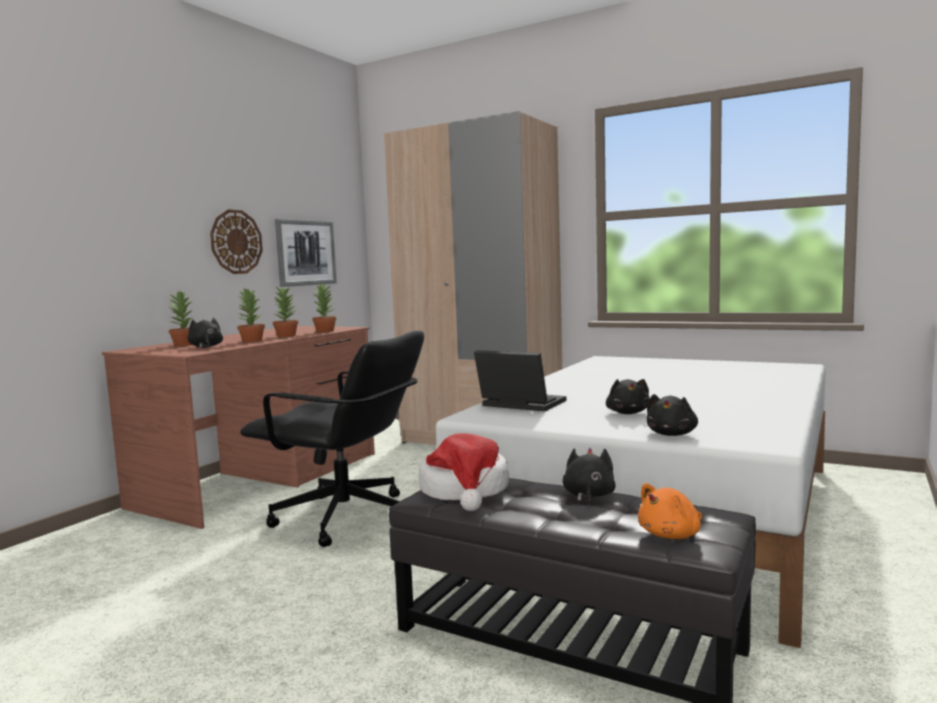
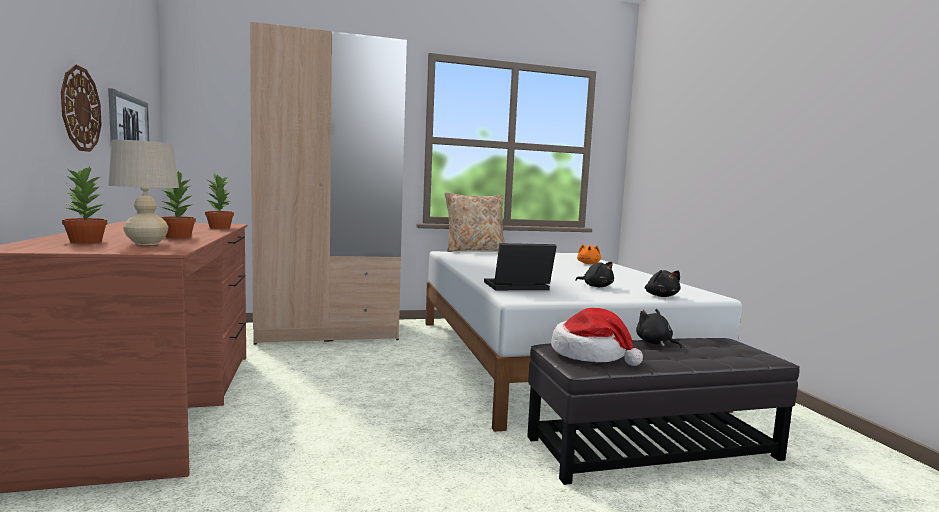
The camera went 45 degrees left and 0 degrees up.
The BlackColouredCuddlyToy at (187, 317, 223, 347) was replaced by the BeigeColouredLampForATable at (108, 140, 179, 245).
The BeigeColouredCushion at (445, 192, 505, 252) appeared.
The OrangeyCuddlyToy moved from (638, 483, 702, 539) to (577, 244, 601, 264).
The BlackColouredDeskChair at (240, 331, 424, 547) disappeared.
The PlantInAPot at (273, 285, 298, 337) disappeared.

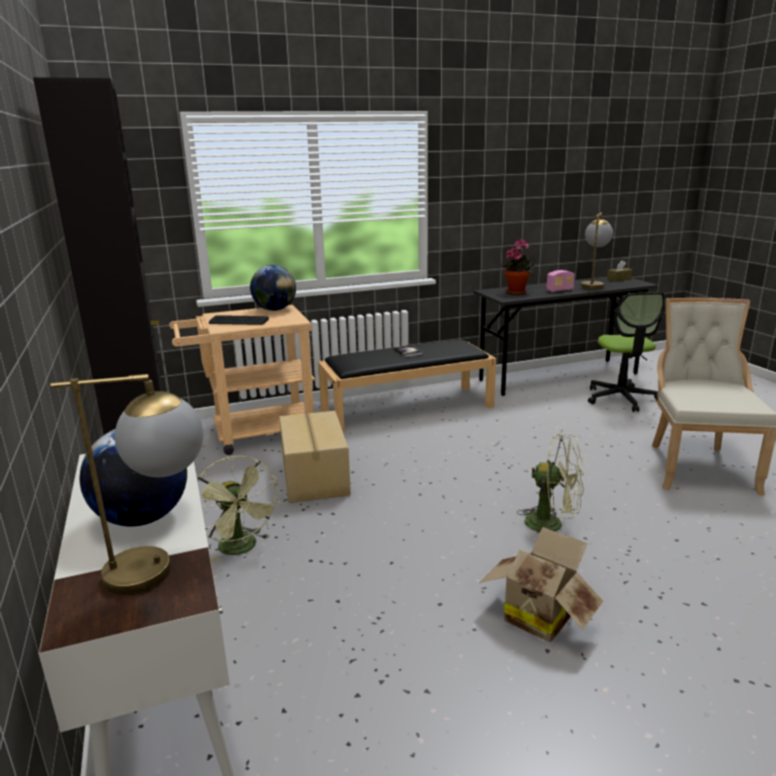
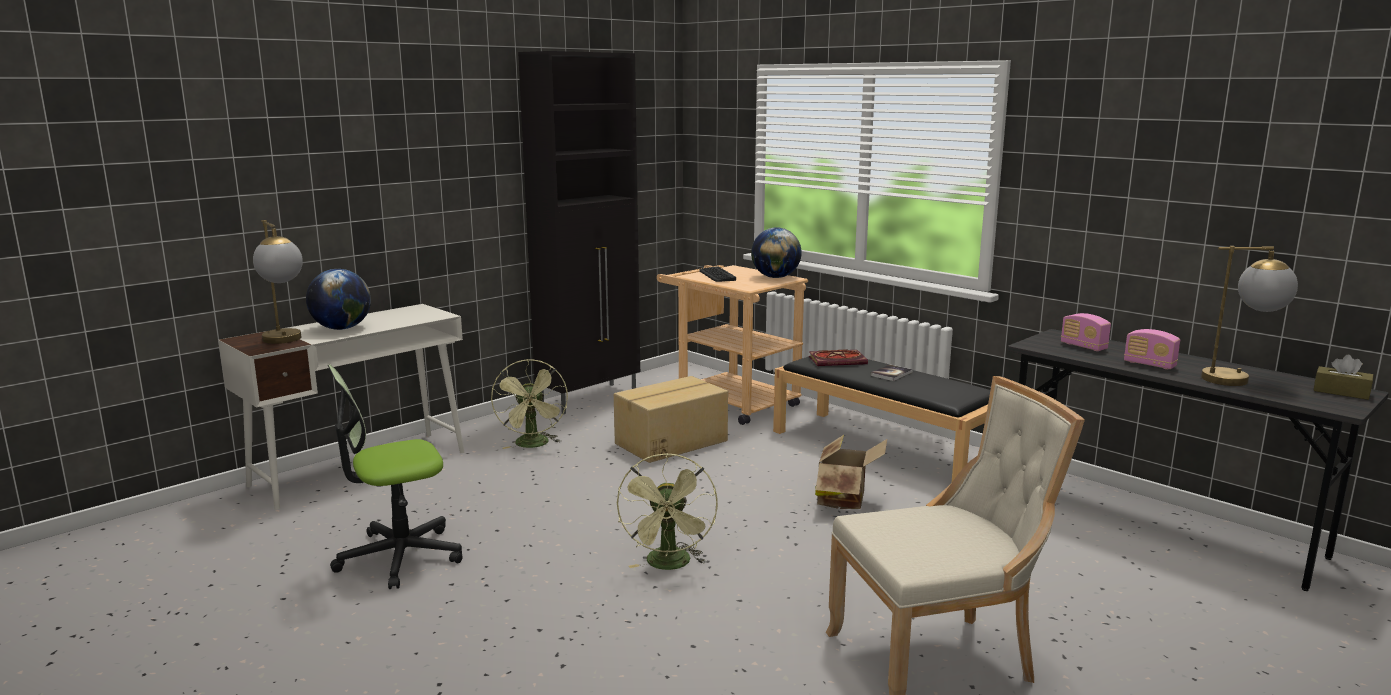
The camera went 65 degrees right and 5 degrees down.
The DeskChair moved from (588, 292, 665, 412) to (328, 365, 463, 589).
The GreenColouredElectricFan at (197, 456, 281, 563) turned 45 degrees counterclockwise.
The Volume at (809, 349, 868, 366) appeared.
The Carton moved from (479, 527, 603, 643) to (815, 435, 887, 509).
The PlantInAPot at (501, 239, 534, 295) was replaced by the Radio at (1061, 313, 1111, 351).

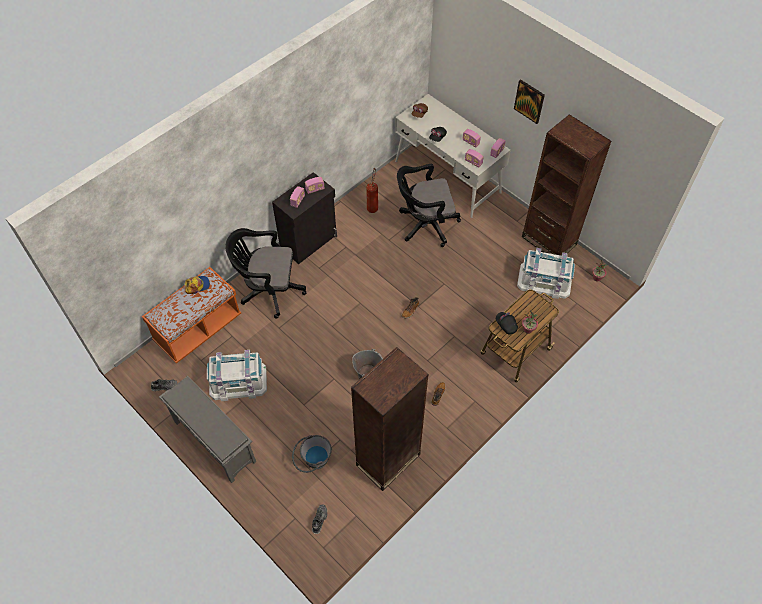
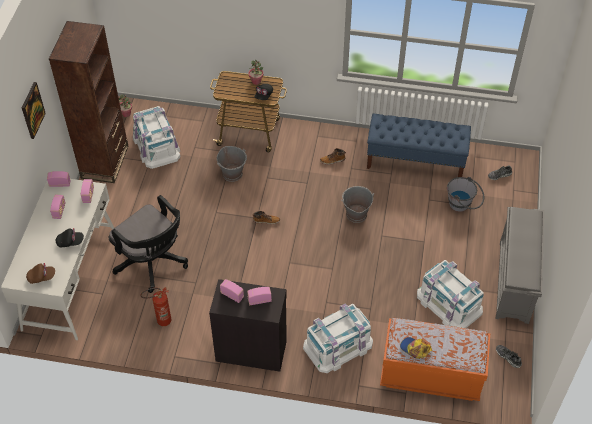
The camera went 125 degrees left and 5 degrees down.
The GreyishWaterBucket at (217, 146, 247, 182) appeared.
The BlackColouredDeskChair at (225, 228, 306, 319) was replaced by the WhitishStorageBin at (303, 303, 373, 373).
The BrownBookcase at (351, 347, 429, 491) was replaced by the BluishBench at (367, 114, 471, 177).

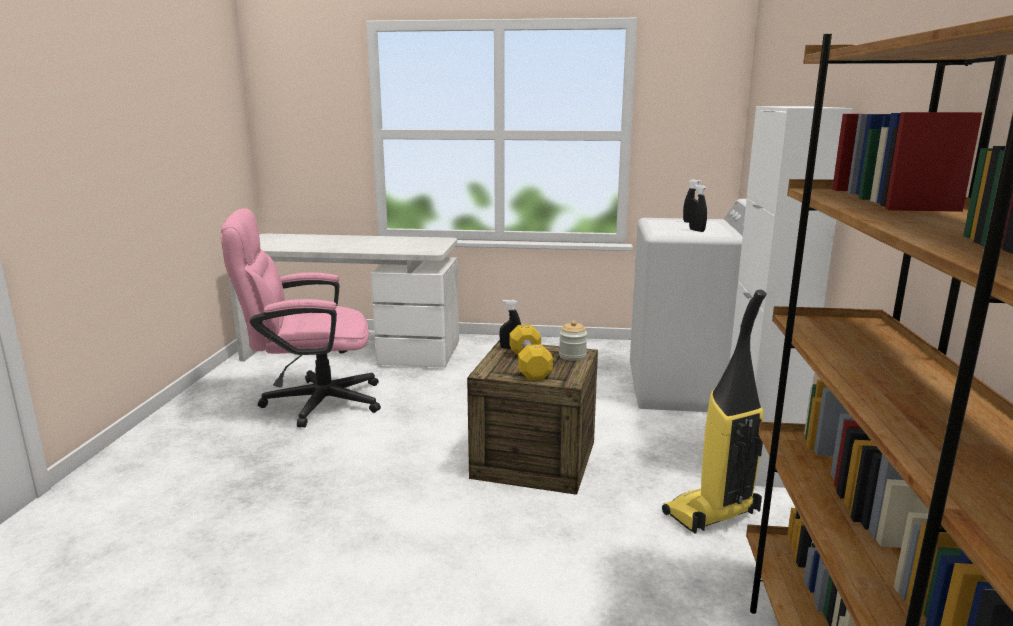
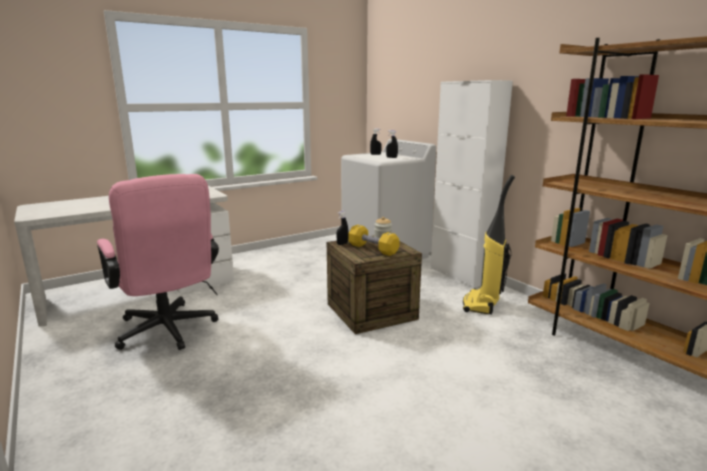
The camera went 40 degrees left and 0 degrees up.
The PinkColouredDeskChair at (221, 208, 381, 428) turned 75 degrees counterclockwise.

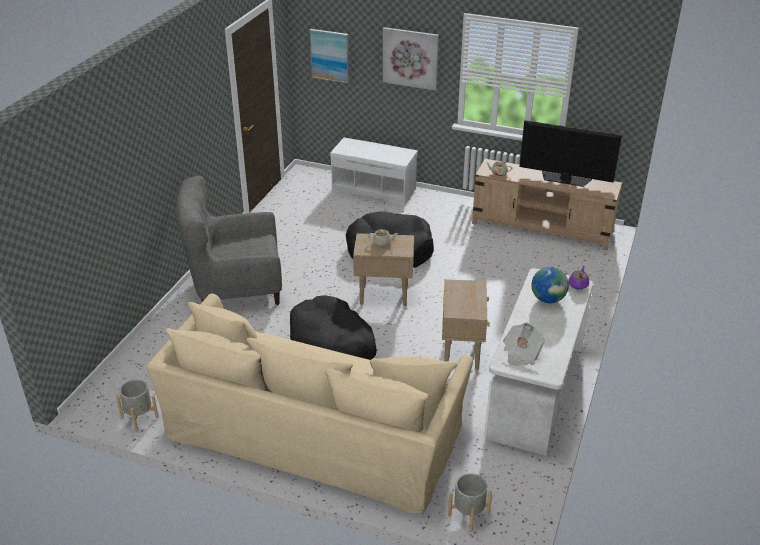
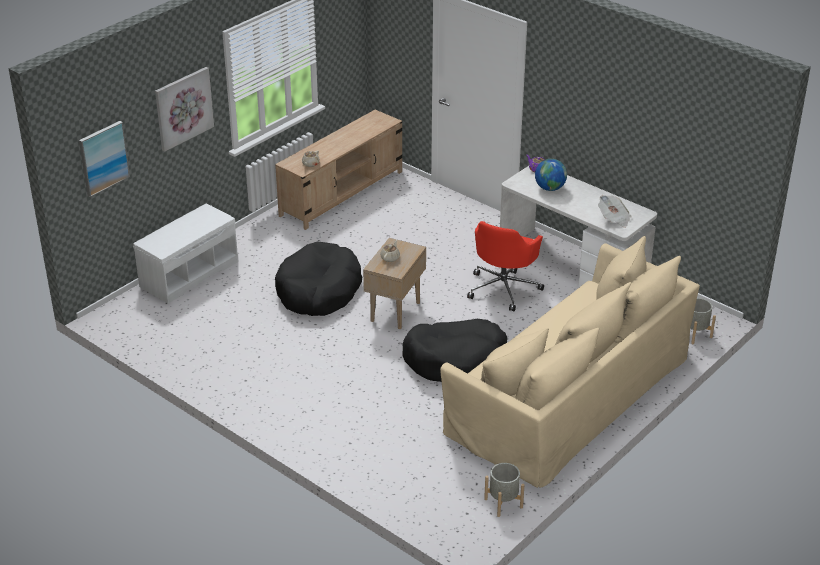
The camera went 70 degrees left and 0 degrees up.
The BeigeColouredSideTable at (442, 279, 490, 370) was replaced by the ReddishDeskChair at (467, 221, 544, 311).
The GreyishArmchair at (176, 176, 282, 305) disappeared.
The Tv at (520, 120, 622, 187) disappeared.

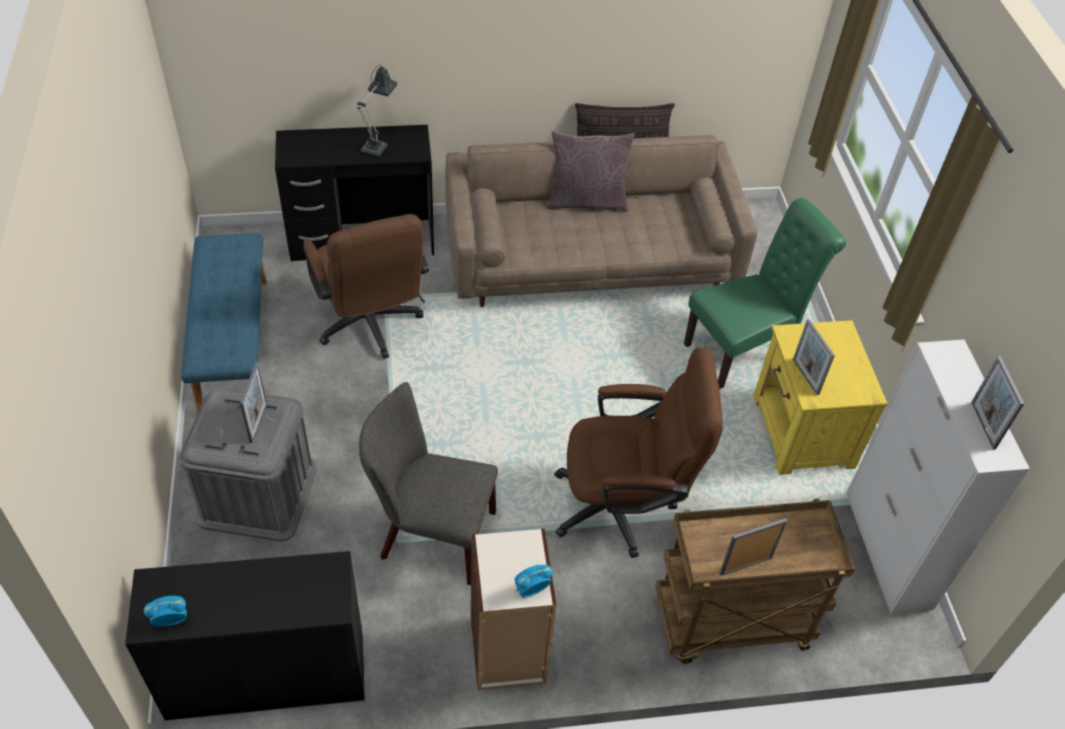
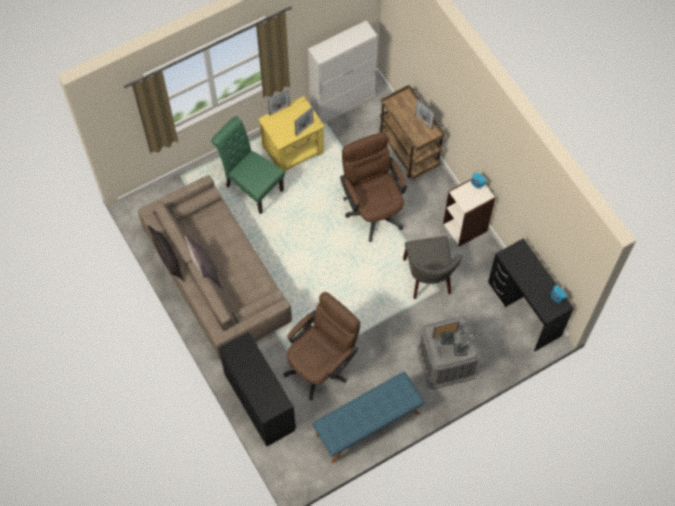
The camera went 110 degrees left and 15 degrees up.
The StandingFrame moved from (971, 356, 1024, 449) to (268, 89, 290, 115).
The LampForATable moved from (357, 65, 397, 156) to (440, 332, 479, 356).

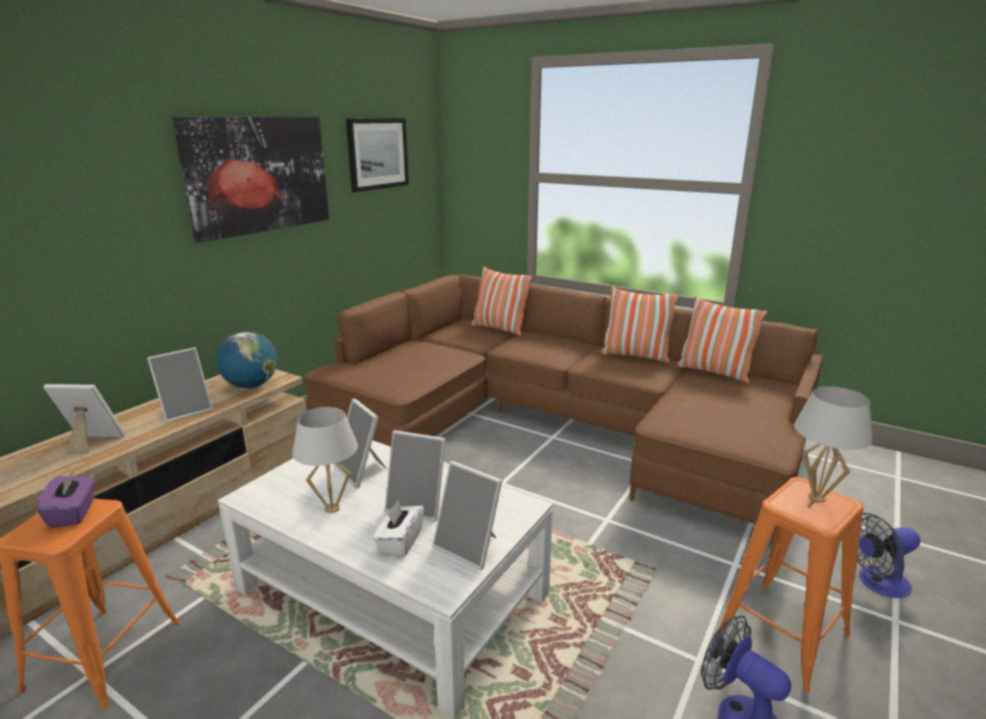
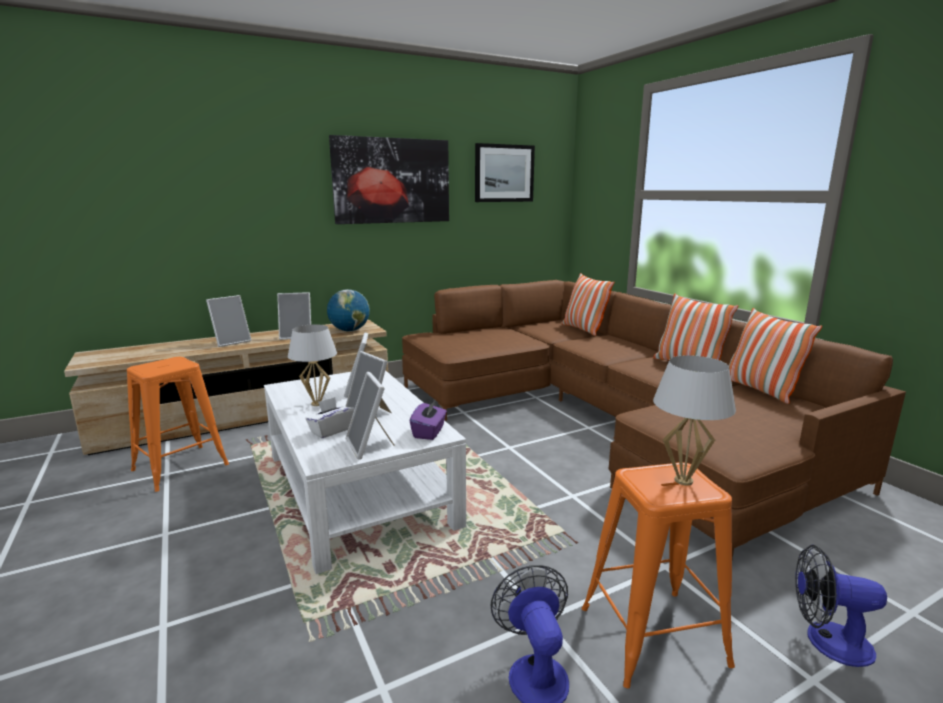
The camera went 30 degrees right and 5 degrees down.
The StandingFrame at (43, 384, 126, 455) turned 105 degrees clockwise.
The PurpleBoxOfTissues moved from (36, 470, 95, 528) to (410, 400, 447, 440).

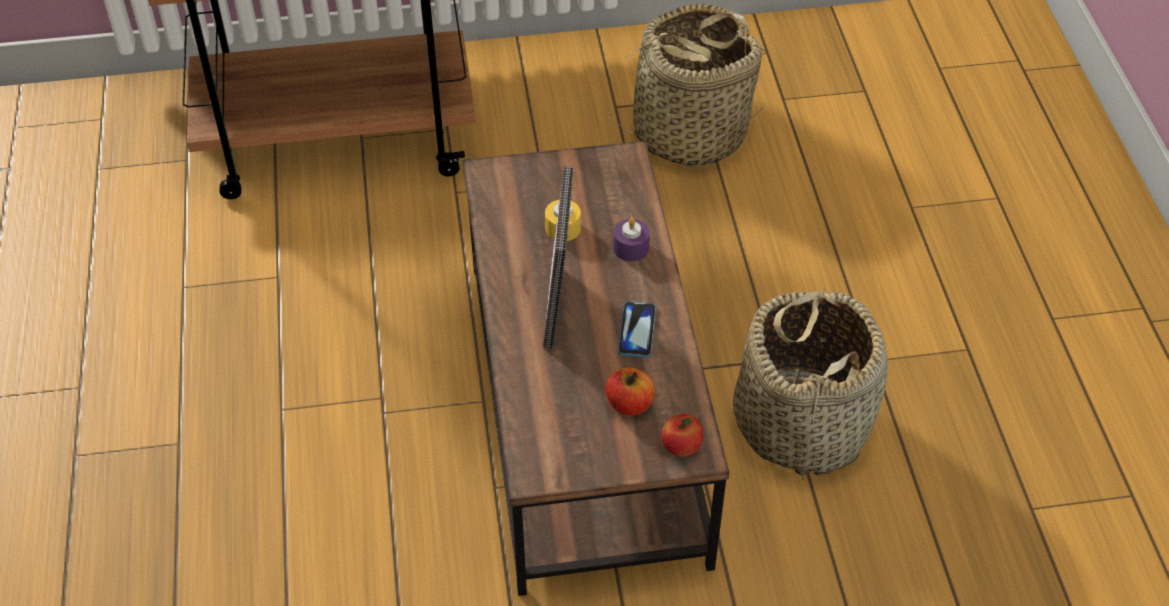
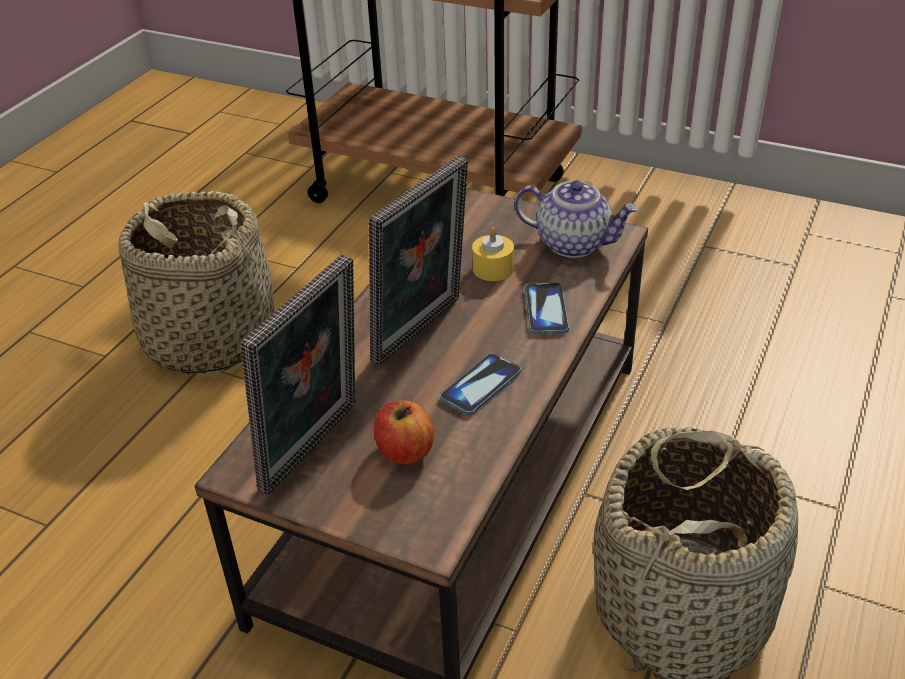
The camera went 35 degrees right and 10 degrees down.
The StorageBasket moved from (606, 3, 767, 167) to (119, 191, 274, 375).
The StandingFrame at (240, 255, 355, 495) appeared.
The PotForTea at (515, 180, 639, 258) appeared.
The PurpleWaxLight at (613, 218, 650, 262) was replaced by the Handset at (525, 282, 569, 334).
The WholeApple at (661, 414, 703, 457) disappeared.

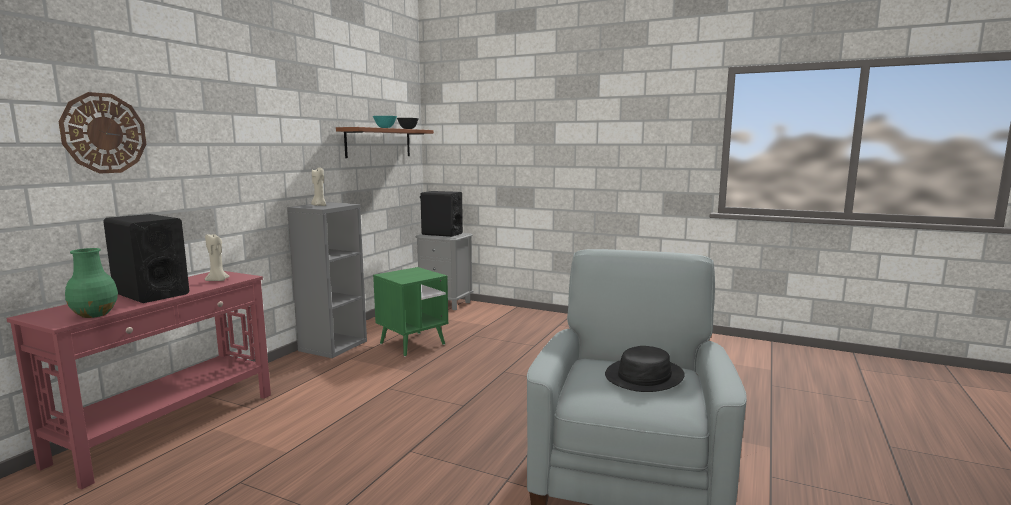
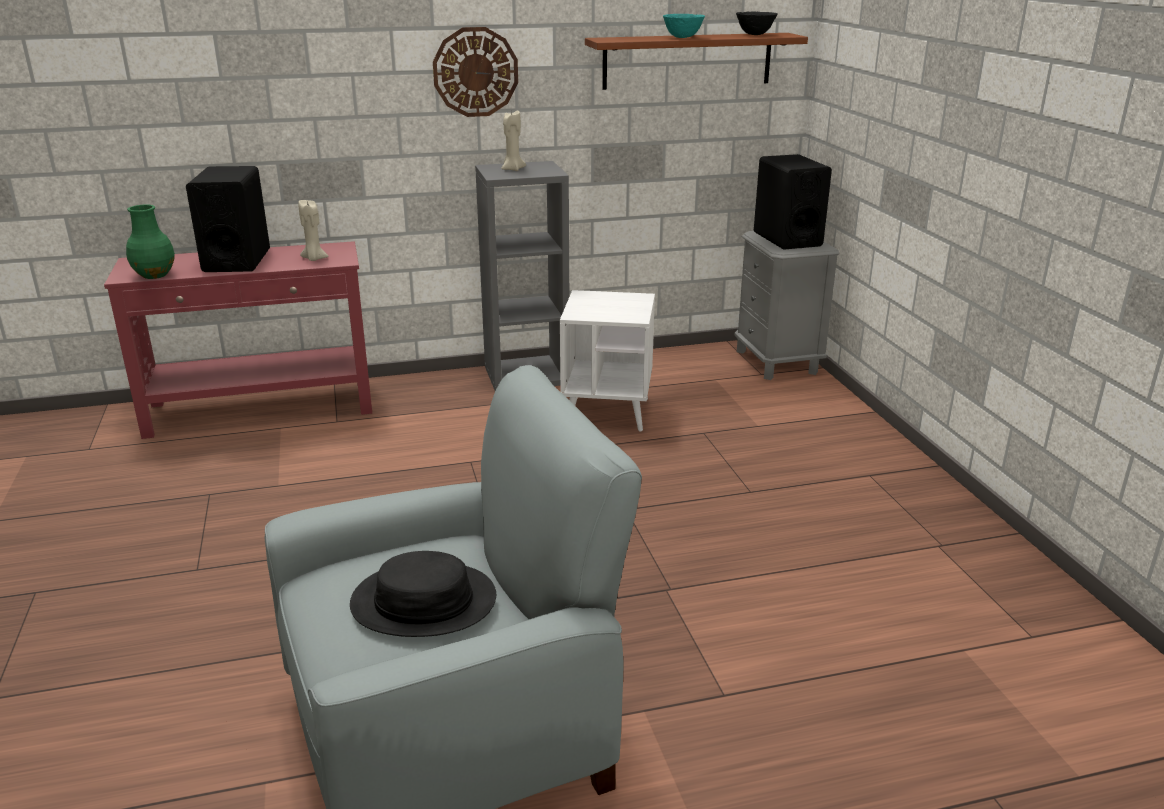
The camera went 50 degrees right and 15 degrees up.
The ClockOnTheWall moved from (58, 92, 146, 173) to (433, 27, 518, 117).
The GreenColouredSideTable at (373, 267, 448, 357) became the WhitishSideTable at (560, 290, 655, 432).

